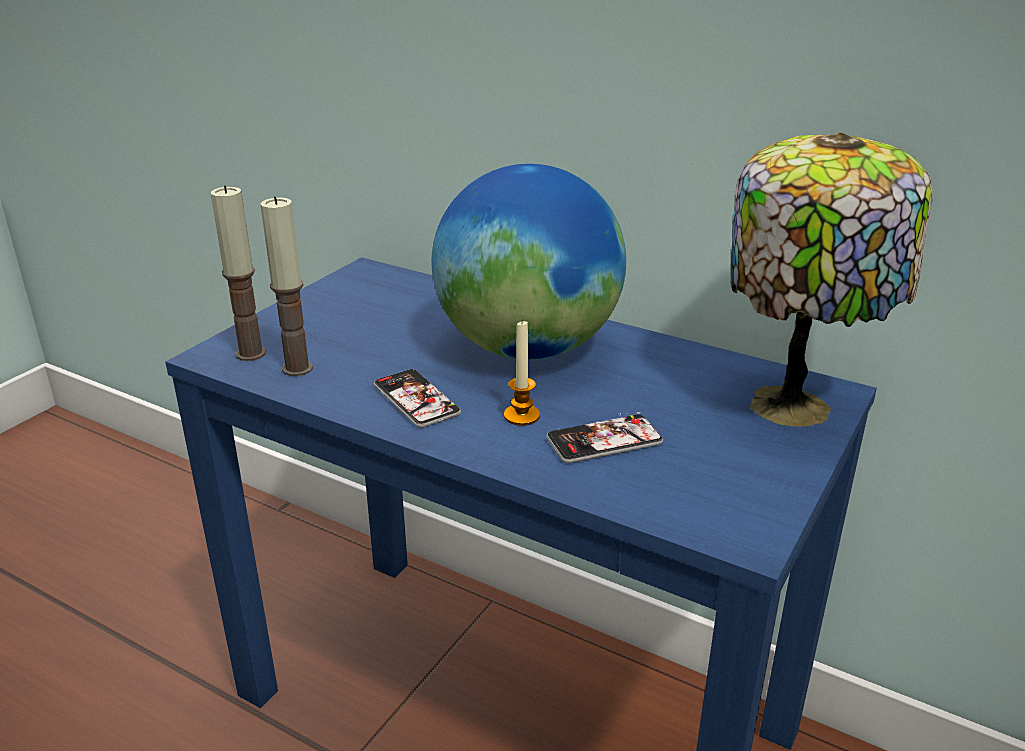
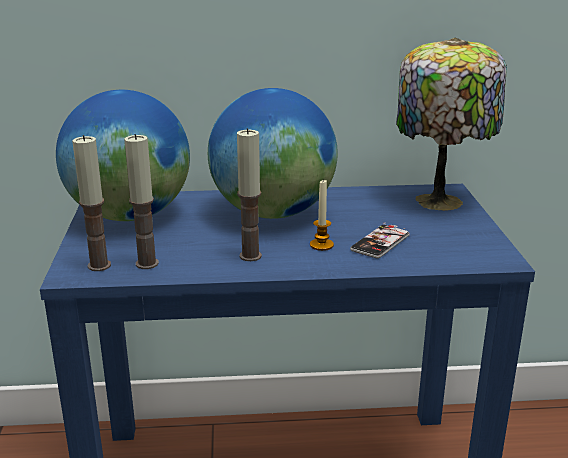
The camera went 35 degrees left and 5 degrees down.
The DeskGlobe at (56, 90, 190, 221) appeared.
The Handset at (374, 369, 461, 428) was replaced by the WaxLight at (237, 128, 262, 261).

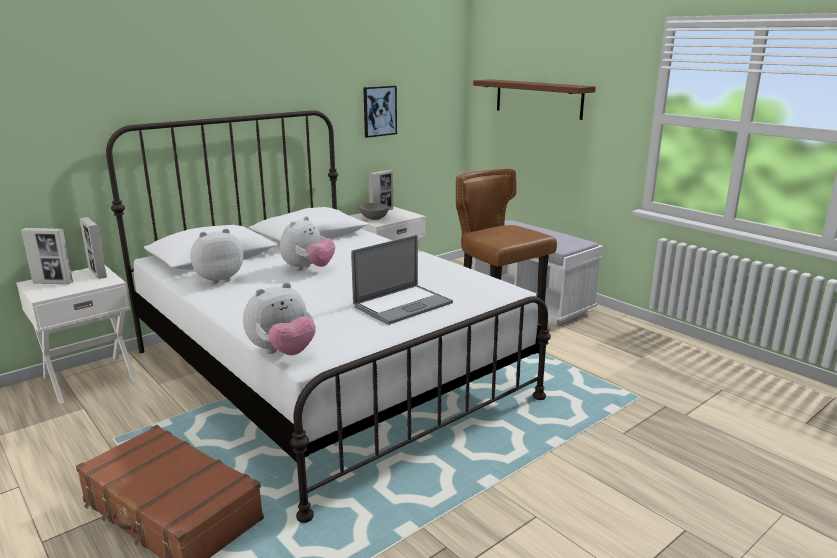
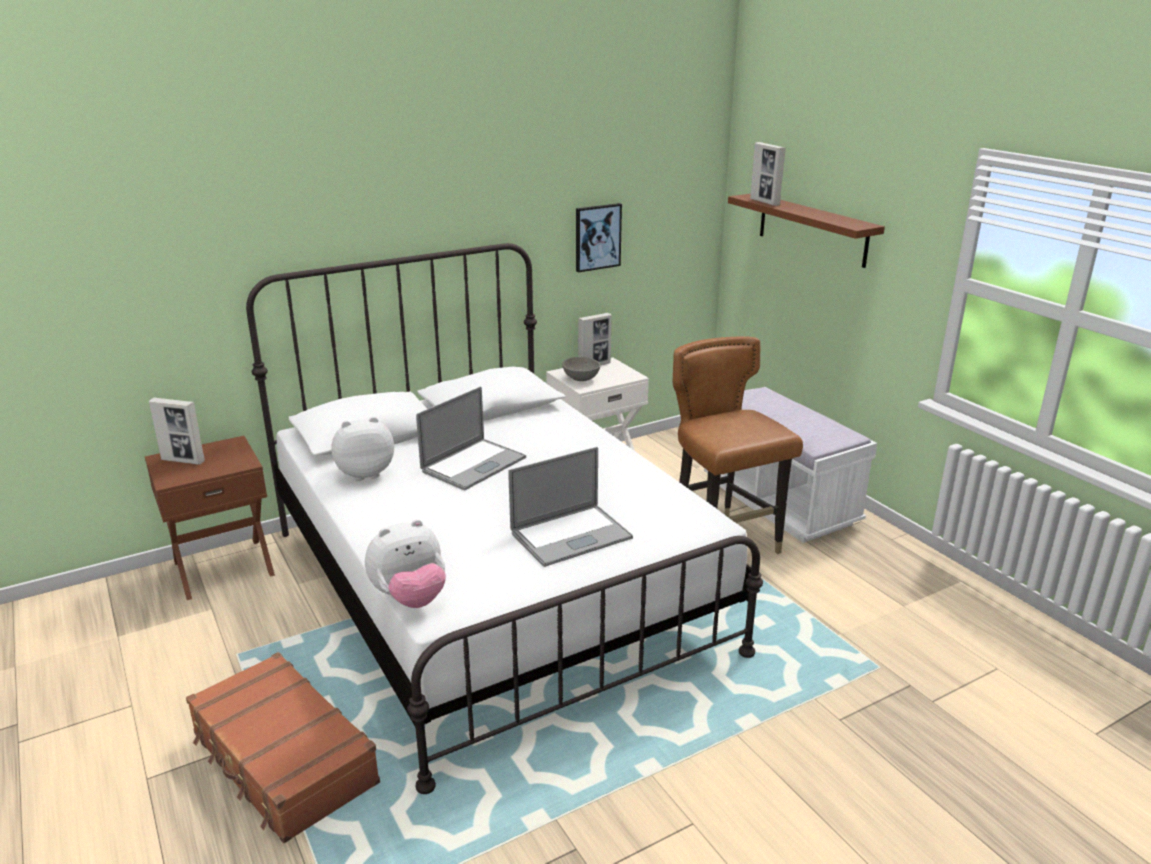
The camera went 10 degrees right and 5 degrees up.
The WhitishNightTable at (16, 265, 137, 404) became the BrownNightTable at (145, 436, 275, 600).
The CuddlyToy at (280, 216, 335, 271) was replaced by the NotebookComputer at (416, 386, 526, 490).
The StandingFrame moved from (79, 217, 107, 279) to (750, 142, 786, 206).

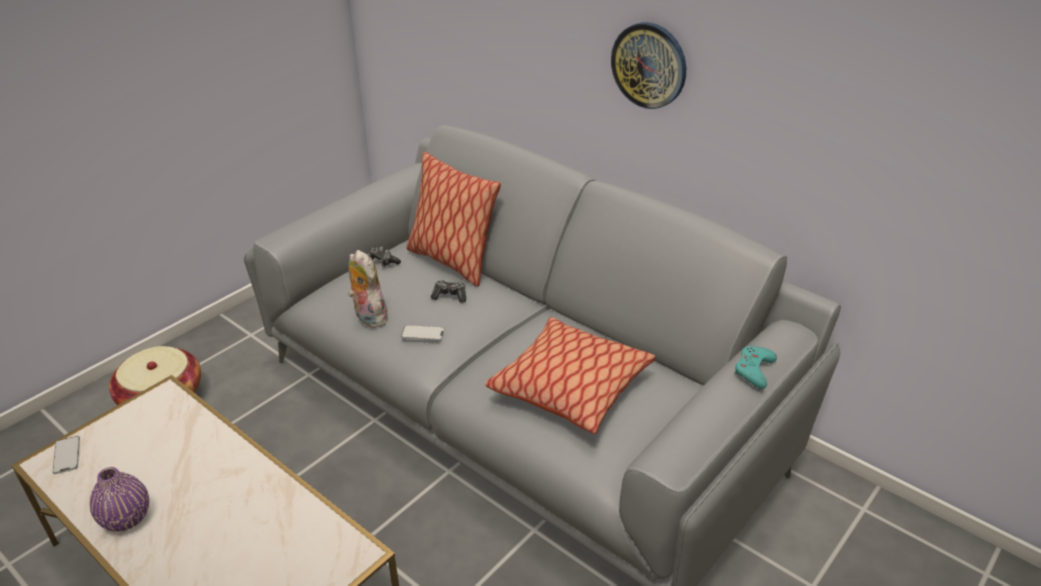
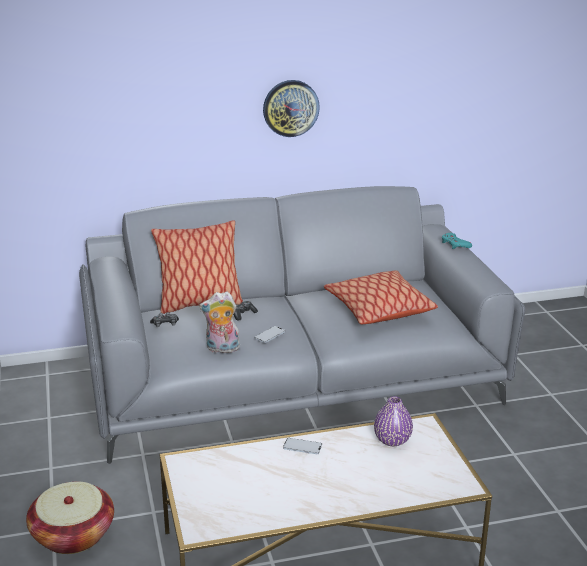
The camera went 55 degrees left and 10 degrees down.
The Handset moved from (53, 436, 80, 474) to (283, 438, 322, 454).
The PurpleDecorativeVase moved from (90, 467, 149, 531) to (374, 396, 413, 446).

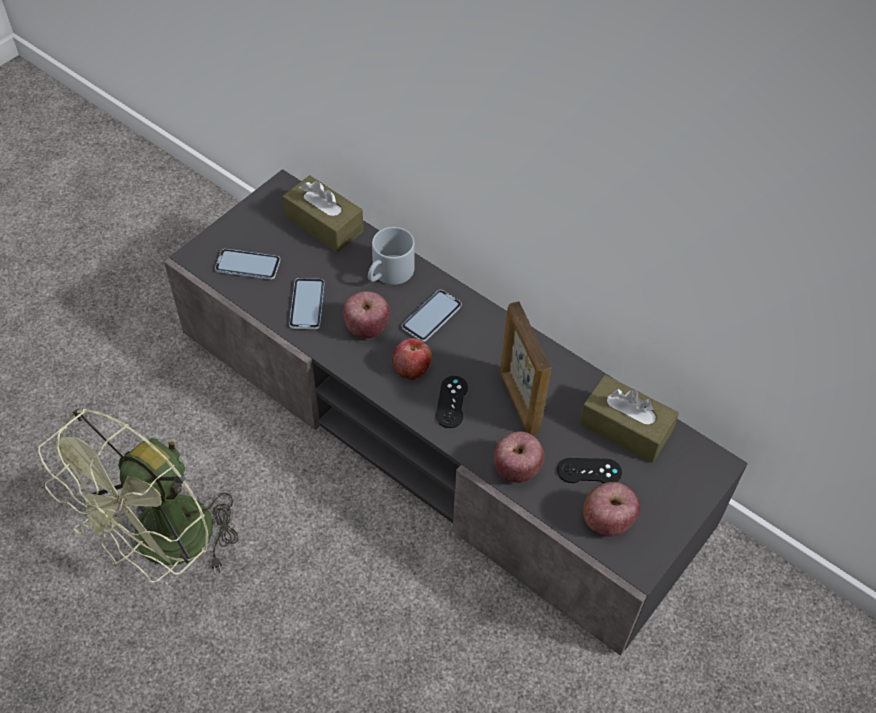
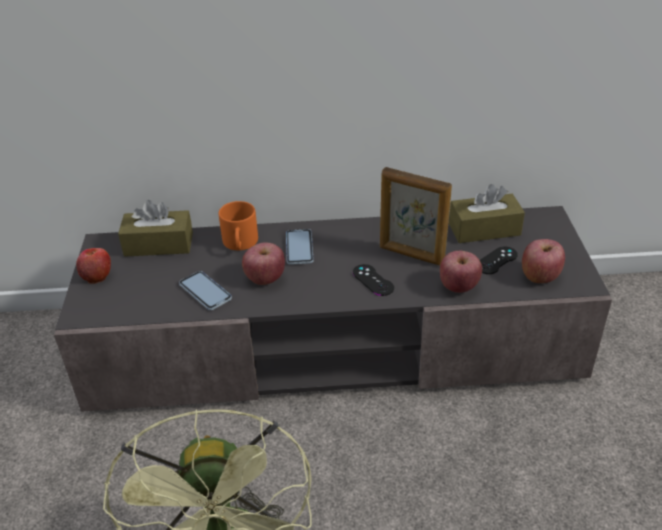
The camera went 40 degrees left and 15 degrees down.
The WholeApple moved from (392, 338, 432, 380) to (76, 248, 111, 284).
The GreyishCoffeeMug at (368, 227, 415, 285) became the OrangeyCoffeeMug at (219, 201, 258, 250).
The Handset at (215, 249, 281, 280) disappeared.

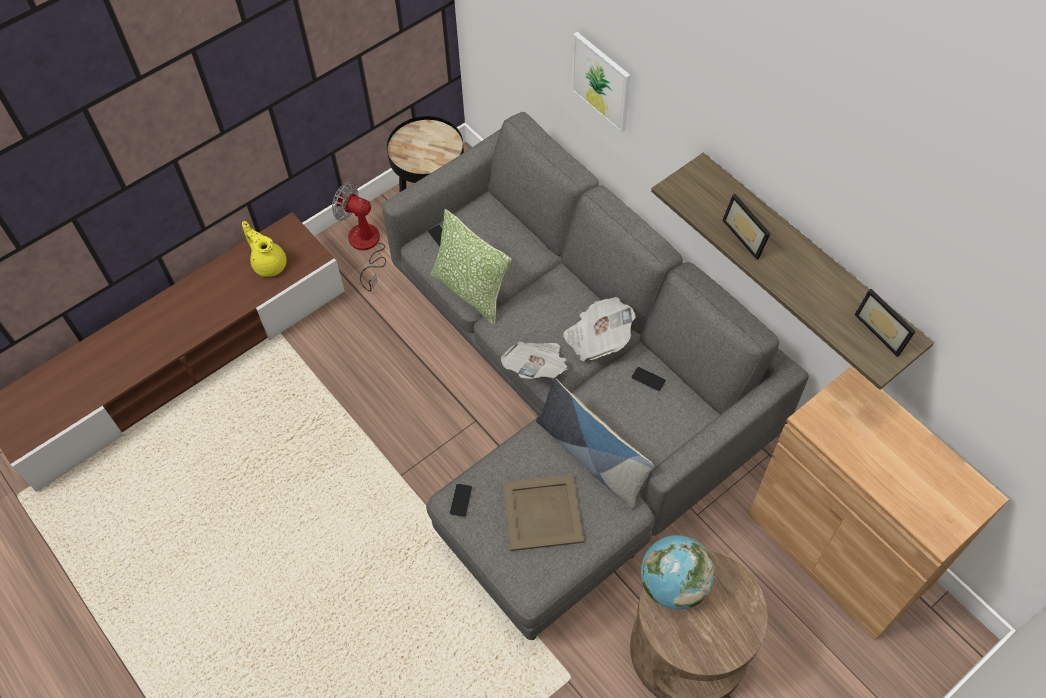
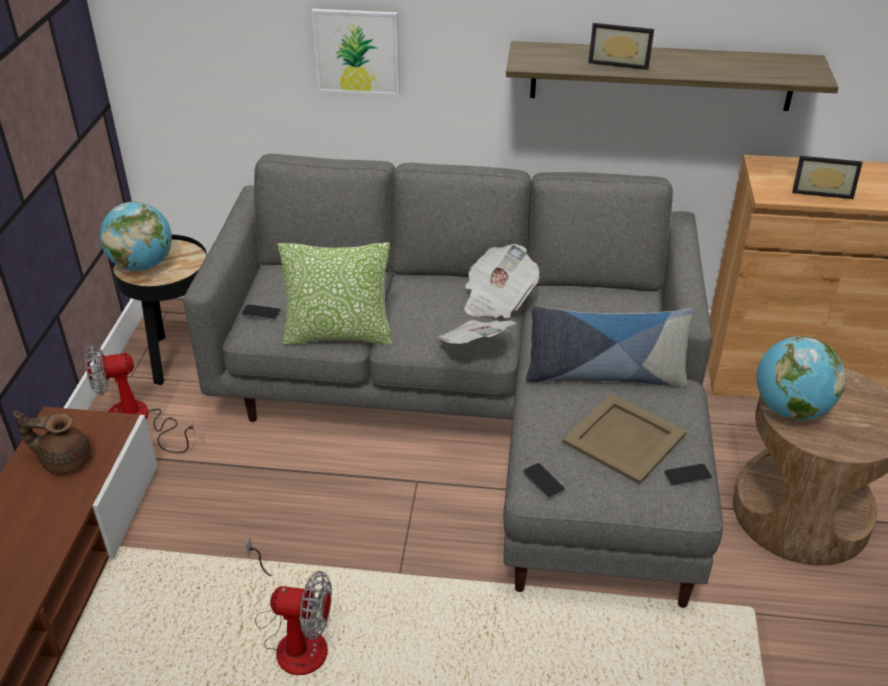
The camera went 45 degrees left and 20 degrees down.
The YellowPotForTea at (242, 221, 287, 277) became the BrownPotForTea at (13, 411, 91, 474).
The DeskGlobe at (100, 201, 172, 271) appeared.
The ElectricFan at (246, 536, 332, 675) appeared.
The Handset moved from (631, 367, 666, 391) to (664, 464, 712, 486).
The StandingFrame moved from (854, 289, 916, 357) to (792, 156, 863, 199).

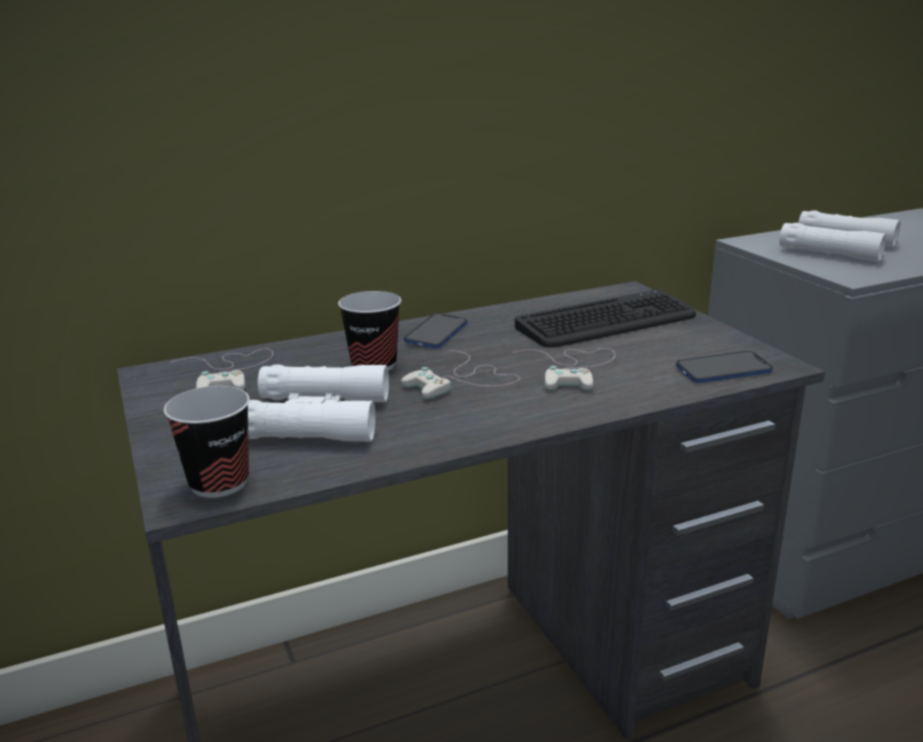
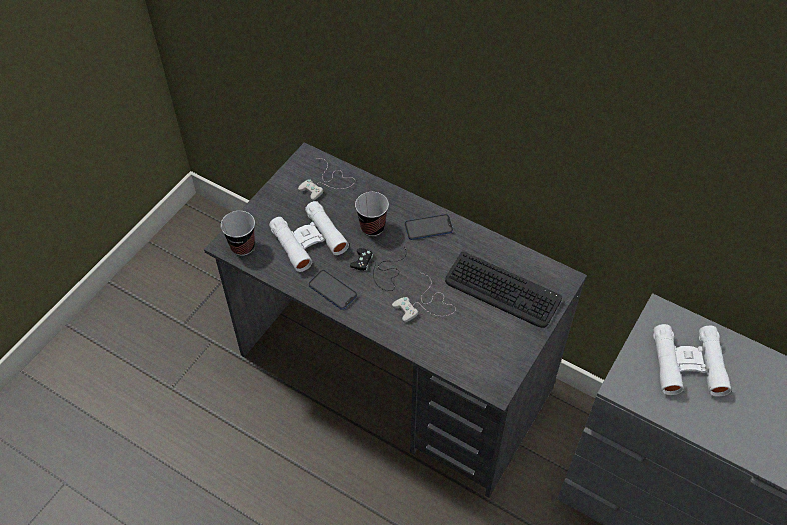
The camera went 55 degrees right and 30 degrees up.
The Handset moved from (676, 351, 773, 383) to (309, 270, 357, 310).
The WhitishGameController at (401, 350, 520, 399) became the BlackColouredGameController at (350, 248, 406, 291).

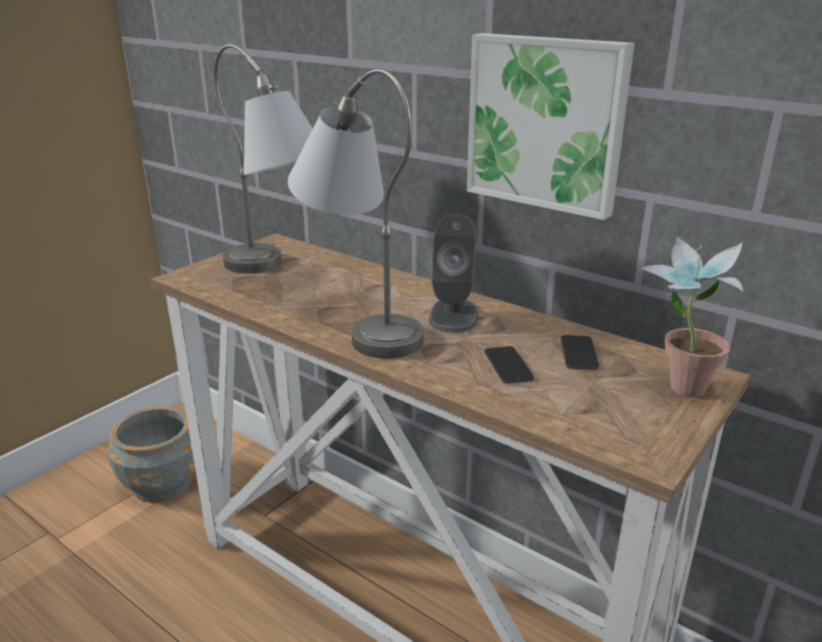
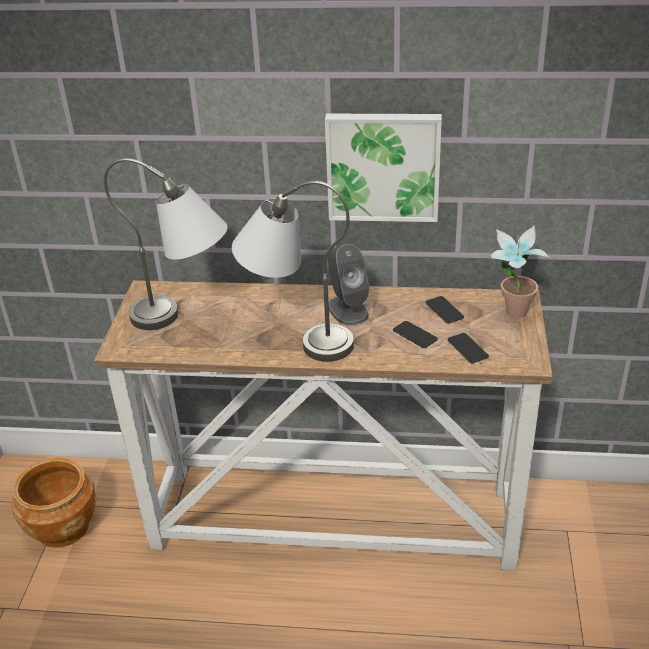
The camera went 30 degrees left and 10 degrees up.
The GreyishPlantPot at (108, 407, 195, 503) became the BrownPlantPot at (11, 458, 97, 548).
The Handset at (447, 333, 489, 363) appeared.

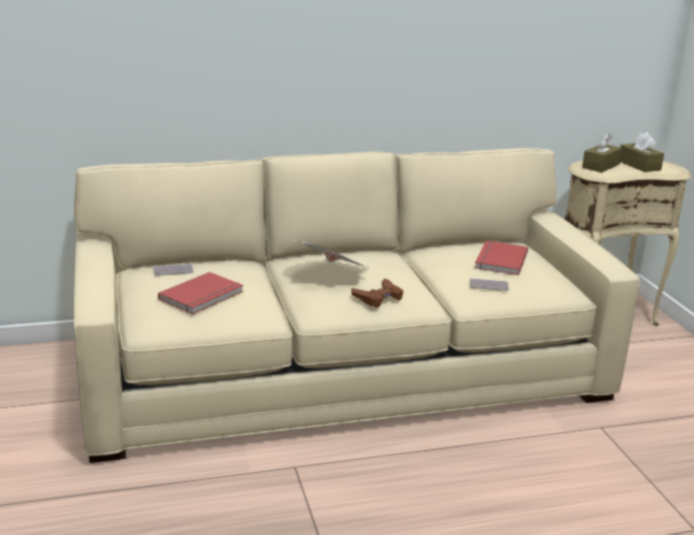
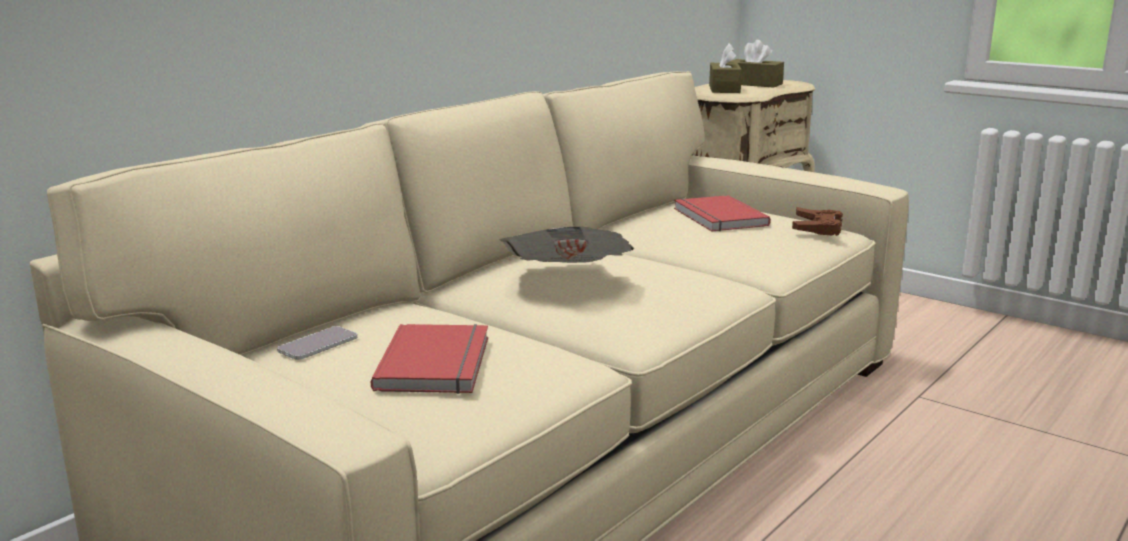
The camera went 35 degrees left and 5 degrees down.
The BrownGameController moved from (351, 278, 403, 307) to (792, 207, 843, 236).
The Handset at (469, 278, 509, 291) disappeared.

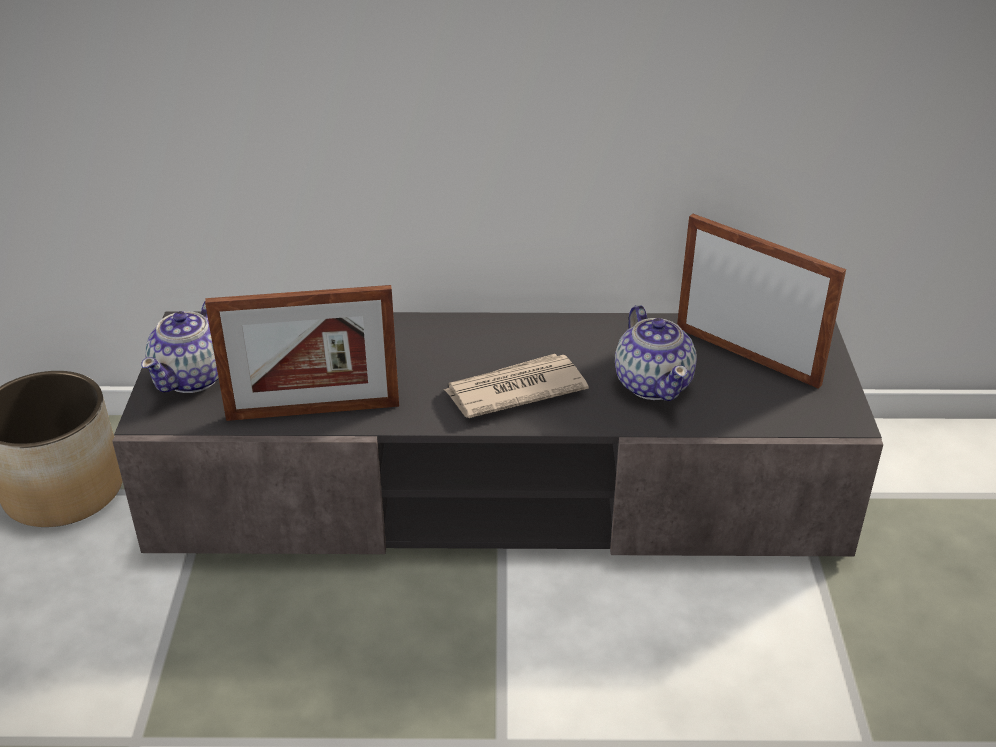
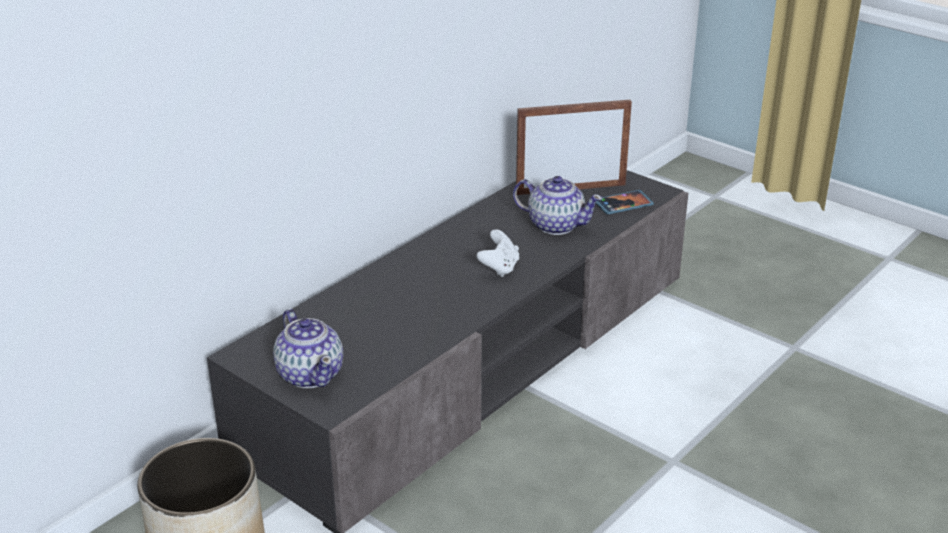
The camera went 50 degrees left and 5 degrees down.
The PrintedPaper at (444, 354, 589, 418) was replaced by the WhitishGameController at (477, 229, 519, 277).
The Handset at (596, 190, 654, 215) appeared.
The StandingFrame at (205, 285, 399, 421) disappeared.

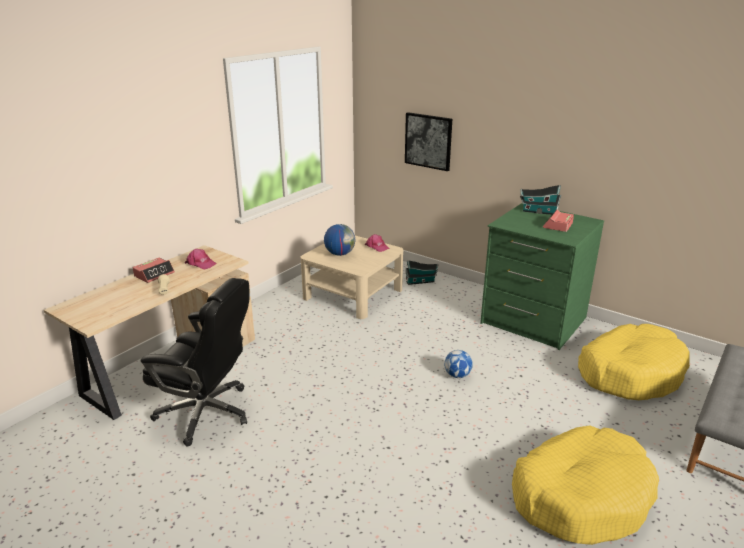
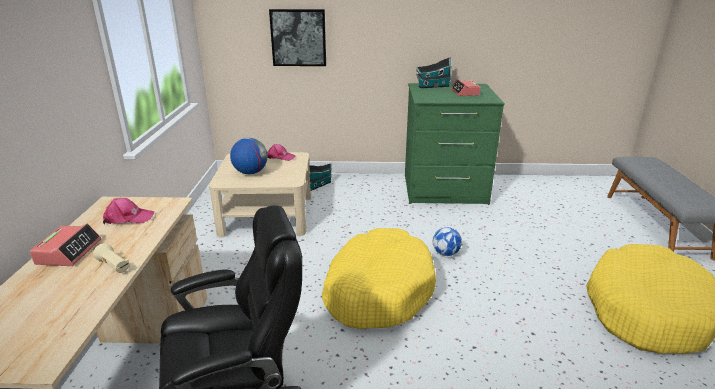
The camera went 35 degrees left and 0 degrees up.
The YellowPetBed moved from (578, 324, 690, 400) to (322, 228, 436, 329).

